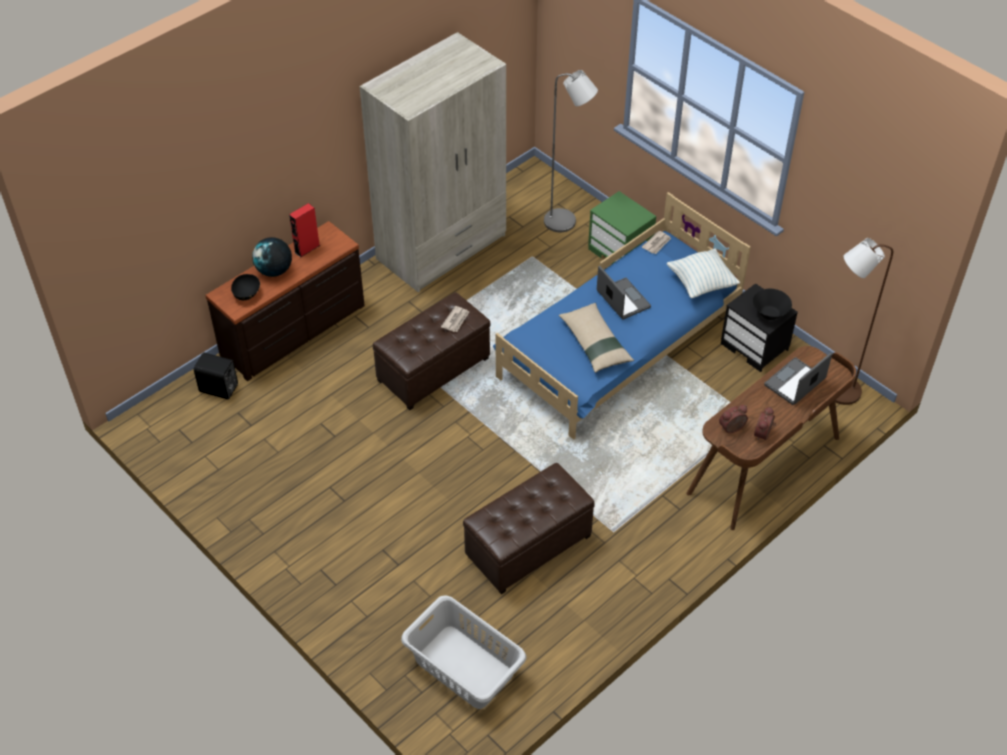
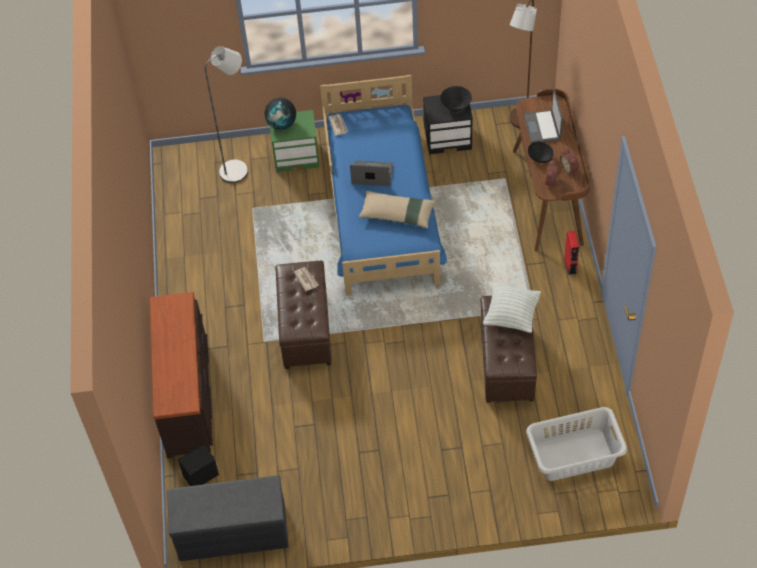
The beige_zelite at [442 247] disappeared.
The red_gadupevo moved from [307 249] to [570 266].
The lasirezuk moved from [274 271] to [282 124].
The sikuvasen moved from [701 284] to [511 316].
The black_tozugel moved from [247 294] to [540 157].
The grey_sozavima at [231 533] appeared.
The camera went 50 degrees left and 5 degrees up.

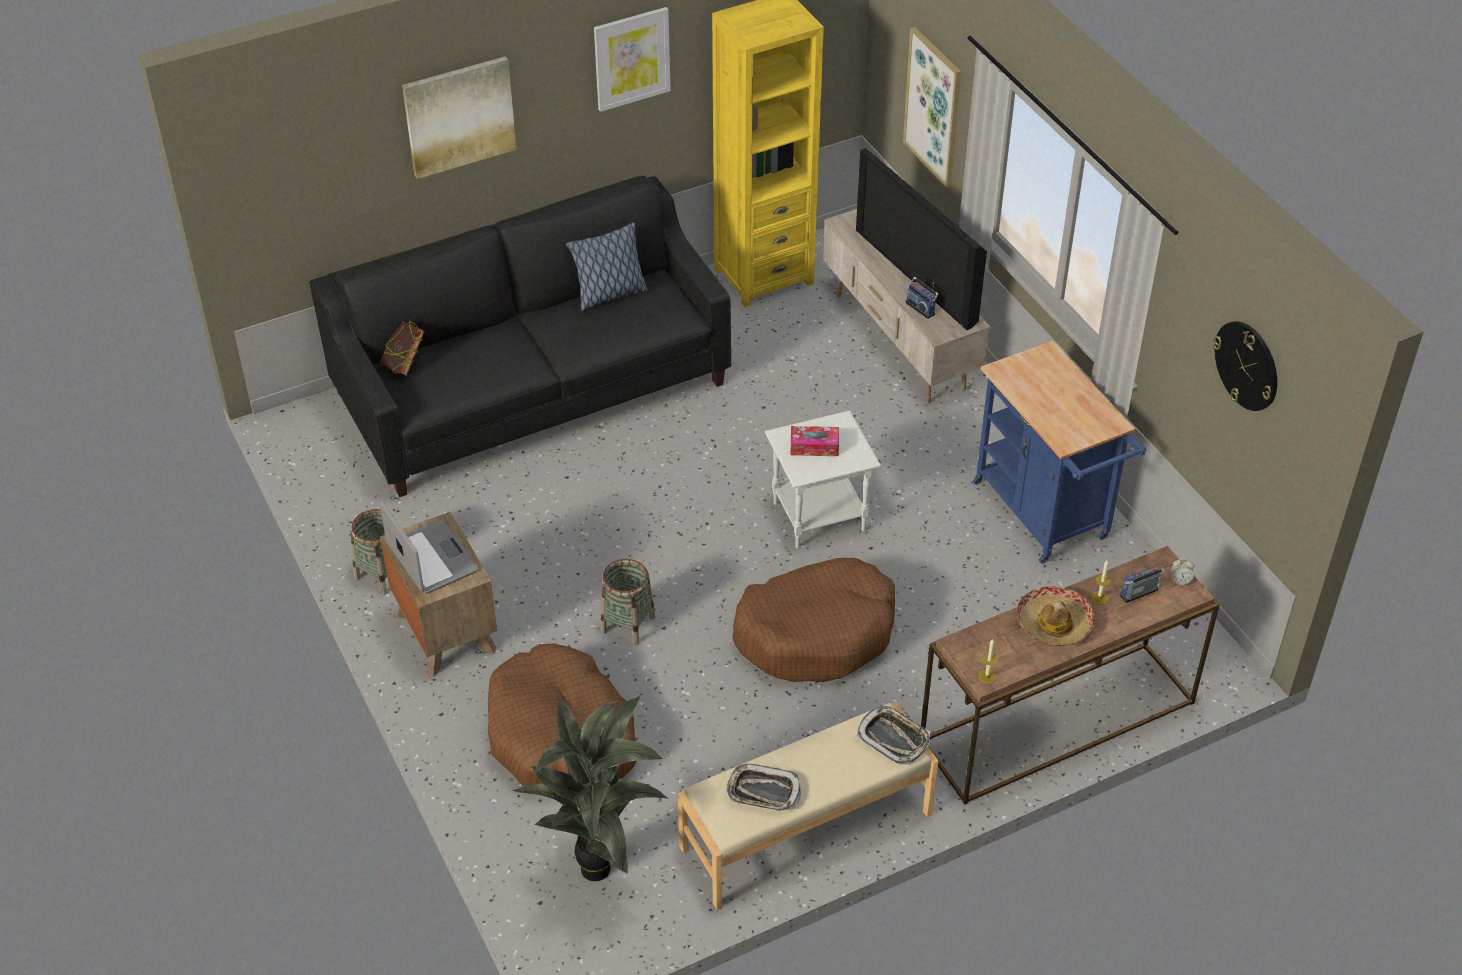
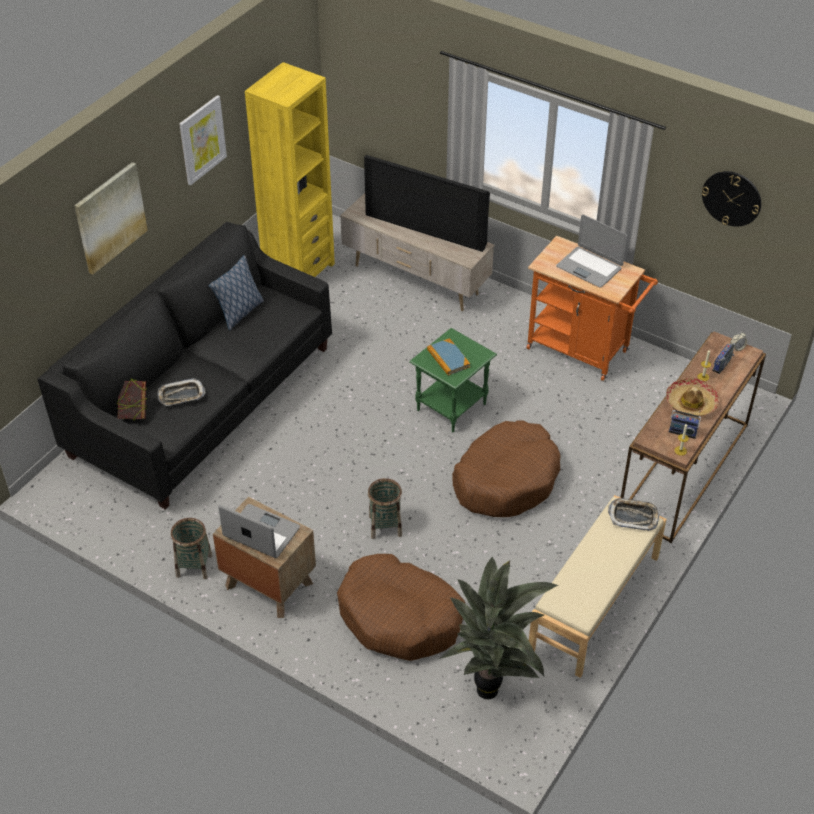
The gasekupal at [933 107] disappeared.
The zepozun moved from [921 307] to [683 431].
The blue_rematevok at [1046 516] became the orange_rematevok at [583 352].
The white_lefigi at [820 516] became the green_lefigi at [452 407].
The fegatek at [814 447] was replaced by the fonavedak at [448 358].
The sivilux moved from [763 792] to [181 395].
The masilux at [589 267] appeared.
The camera went 30 degrees left and 0 degrees up.

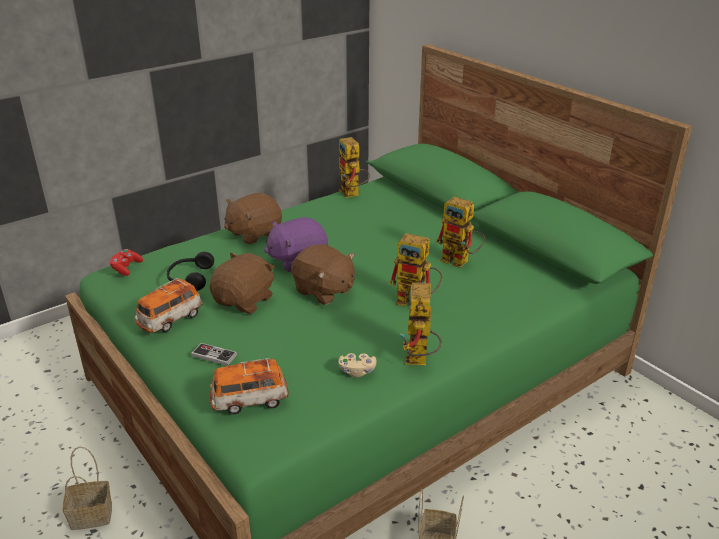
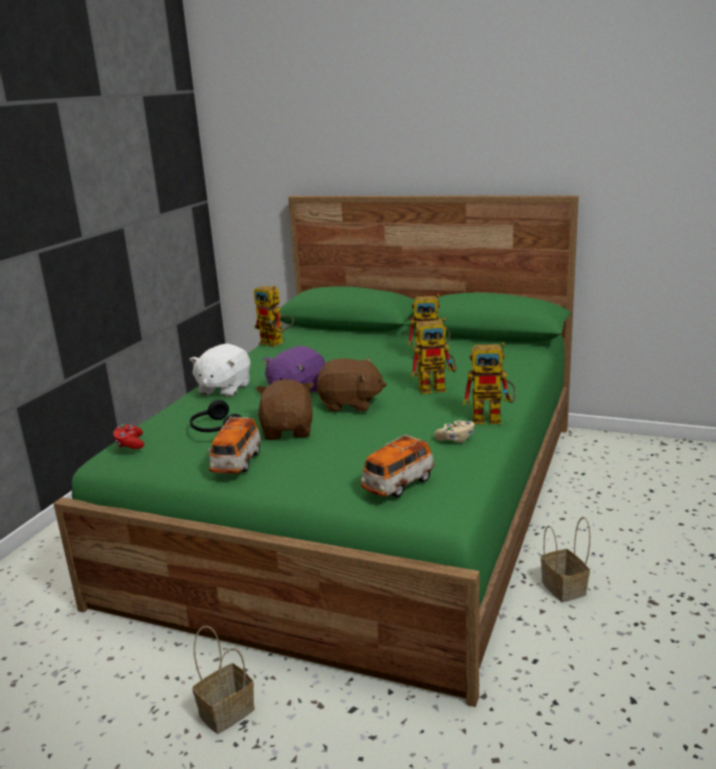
The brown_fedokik at [254 233] became the white_fedokik at [224 389].
The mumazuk at [419 361] turned 60 degrees counterclockwise.
The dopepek at [214 355] disappeared.
The camera went 30 degrees left and 10 degrees down.

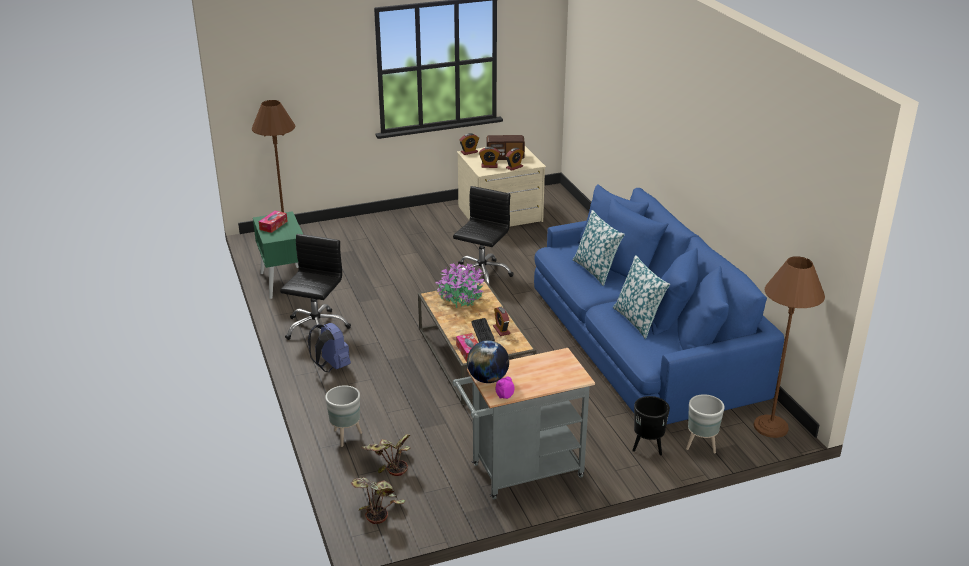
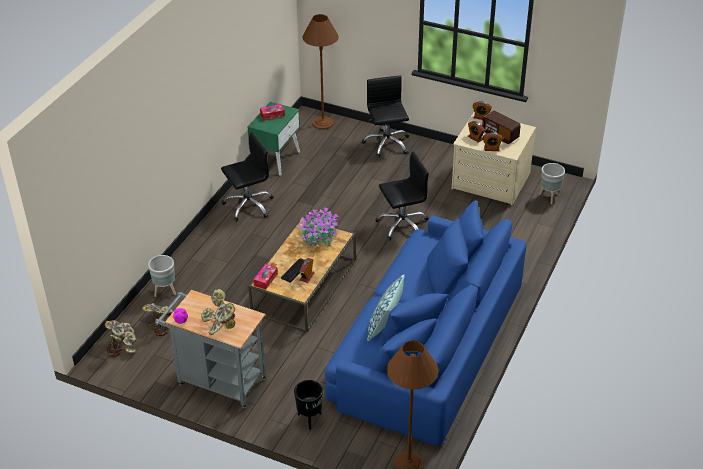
The sikuvasen at [596 270] disappeared.
The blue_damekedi at [331 366] disappeared.
The lasirezuk at [487 379] disappeared.
The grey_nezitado moved from [701 446] to [549 197].
The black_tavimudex at [386 144] appeared.
The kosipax at [219 325] appeared.
The camera went 45 degrees right and 10 degrees up.

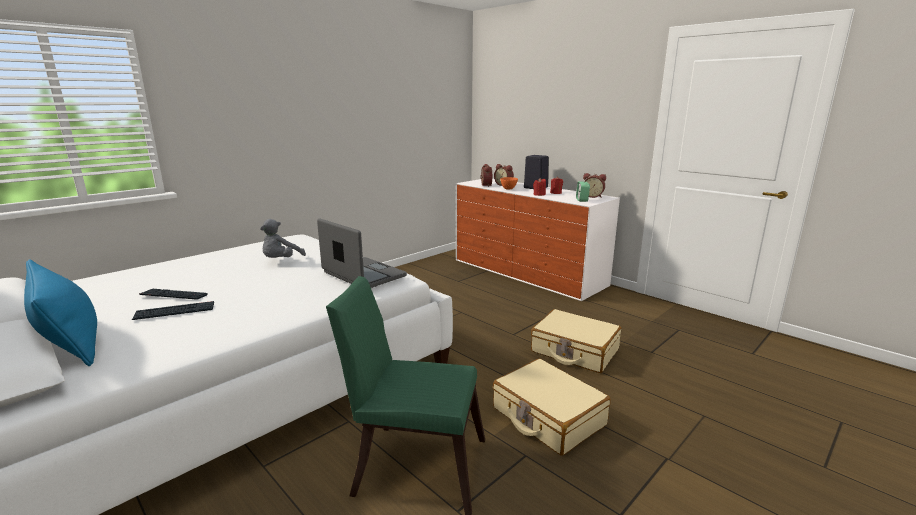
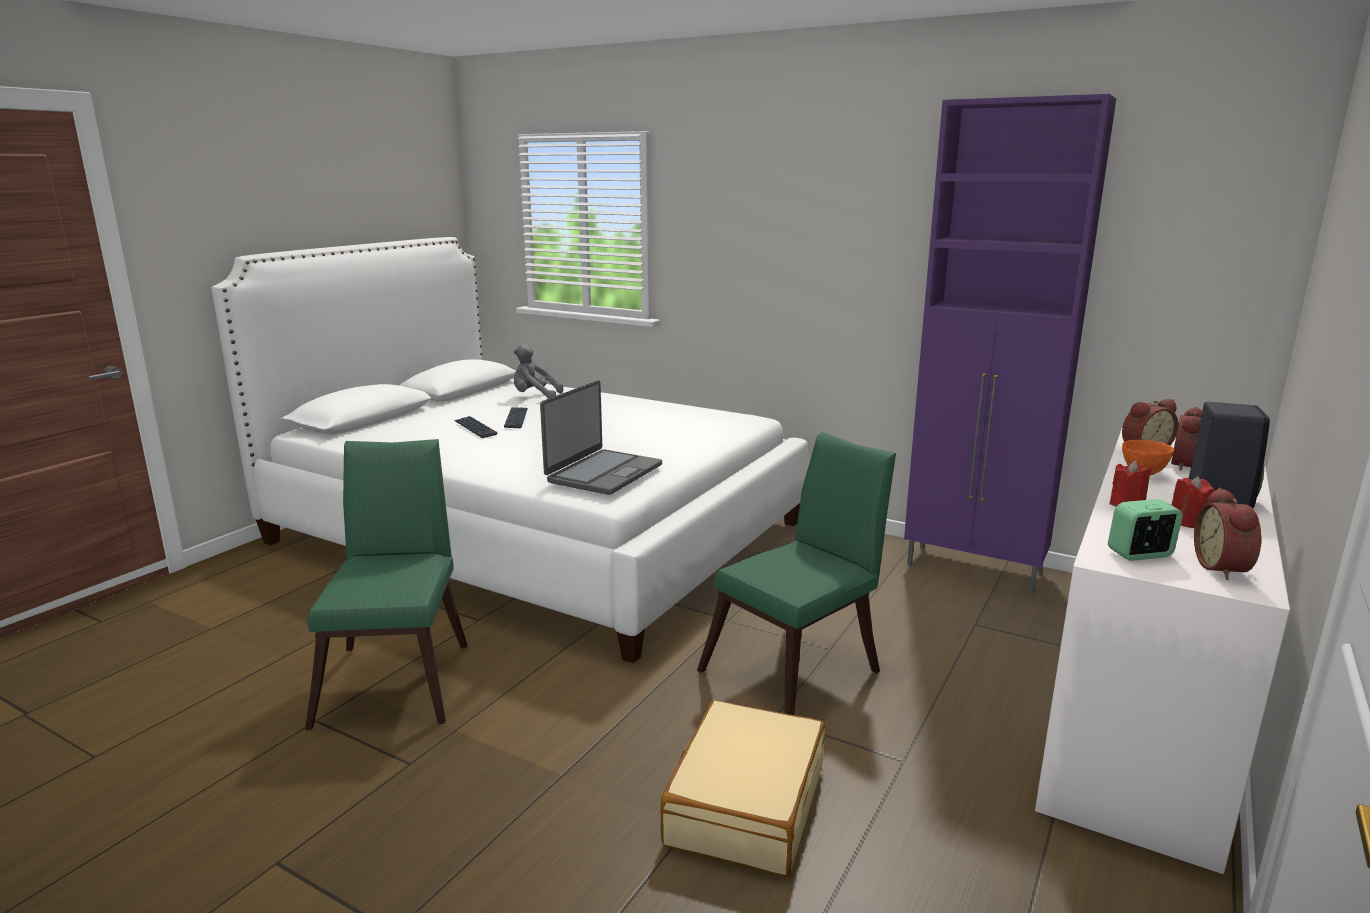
The grey_fedokik moved from [281 261] to [534 397].
The blue_sikuvasen at [70 341] disappeared.
The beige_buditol at [547 417] disappeared.
The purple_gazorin at [975 569] appeared.
The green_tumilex at [798 668] appeared.
The camera went 75 degrees right and 0 degrees up.

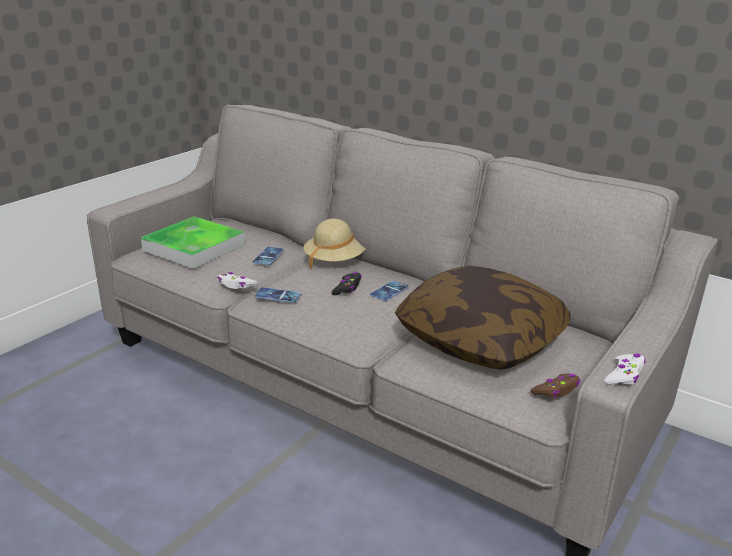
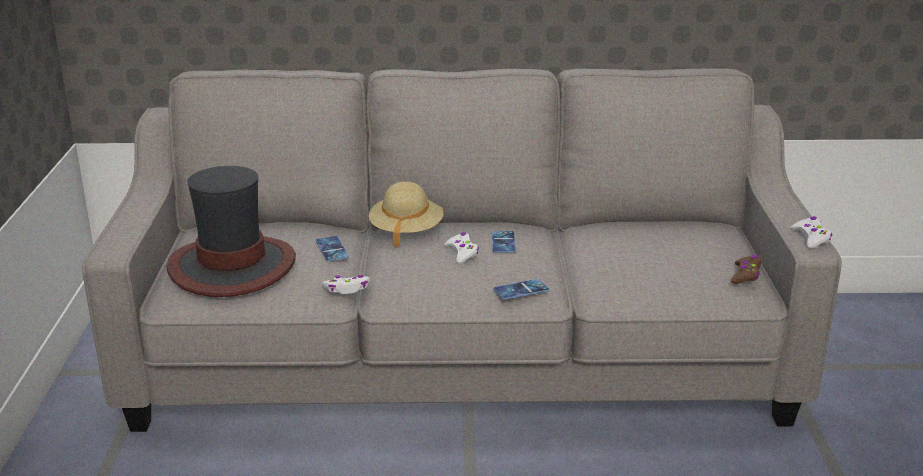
The sivilux at [194 247] was replaced by the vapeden at [232 267].
The sikuvasen at [480 340] disappeared.
The black_dopepek at [347 288] became the white_dopepek at [462 253].
The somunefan moved from [278 295] to [521 290].
The camera went 35 degrees left and 0 degrees up.

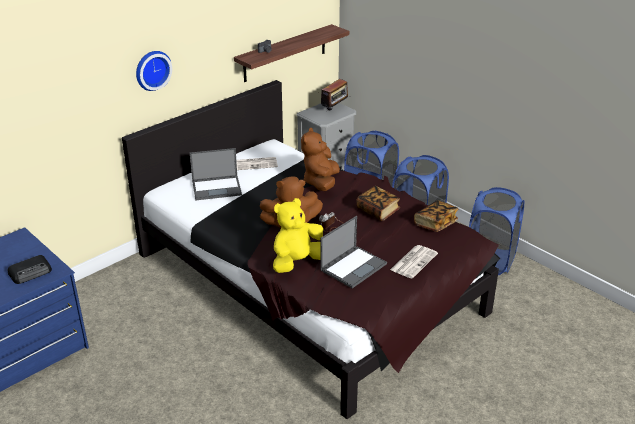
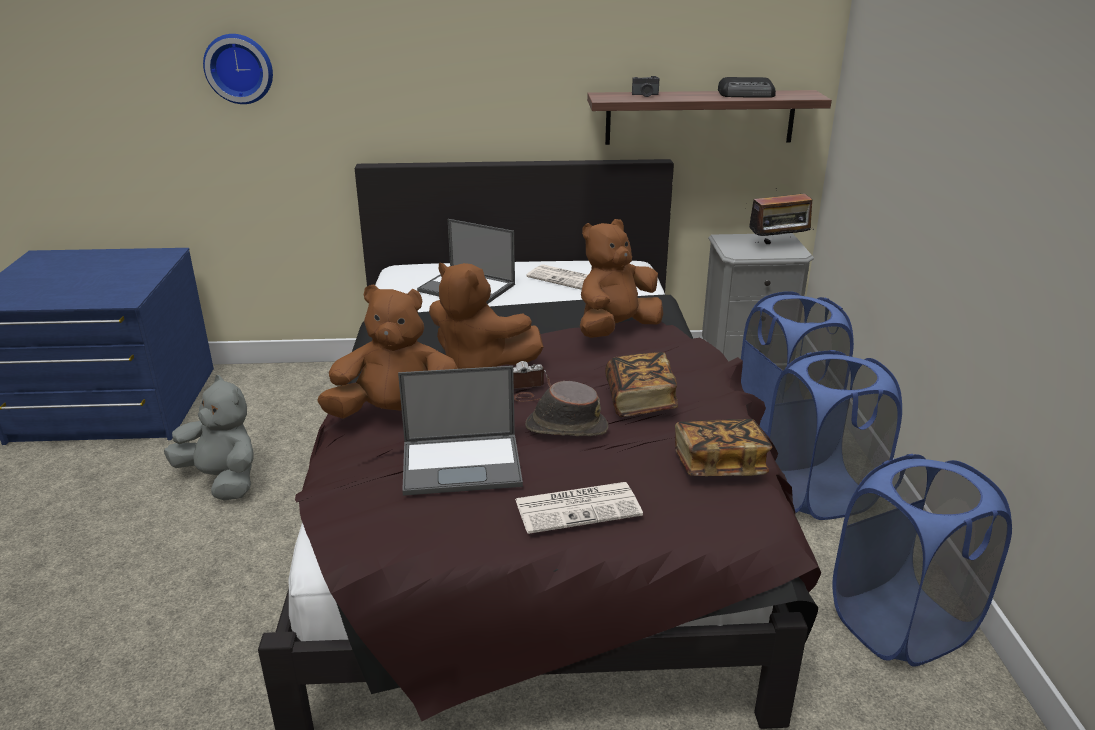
The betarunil moved from [152 69] to [239 68].
The yellow_fedokik at [297 262] became the brown_fedokik at [397 417].
The zepozun moved from [31 272] to [747 94].
The grey_fedokik at [223 480] appeared.
The brown_vapeden at [565 427] appeared.
The camera went 40 degrees right and 5 degrees down.

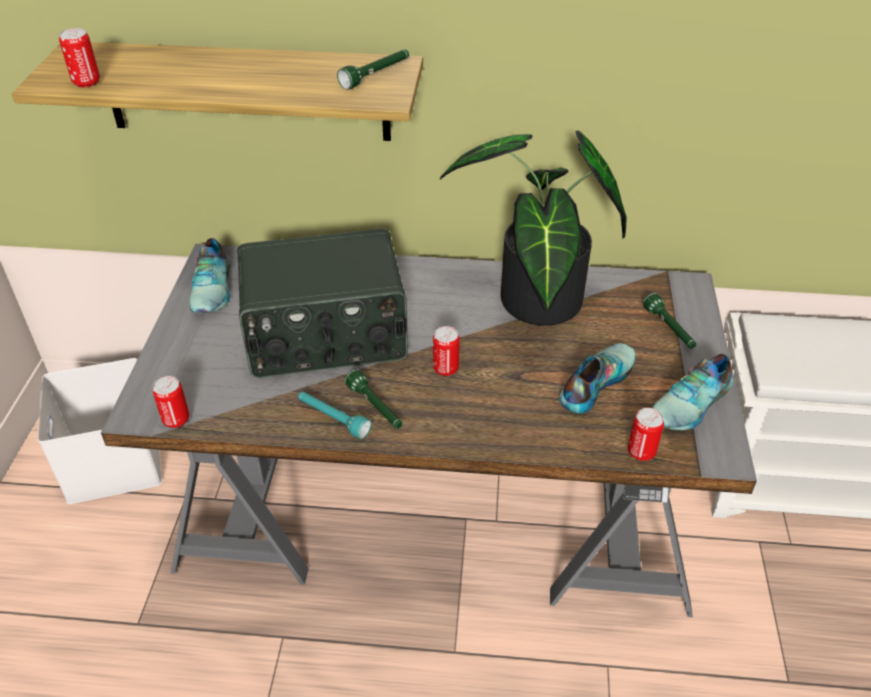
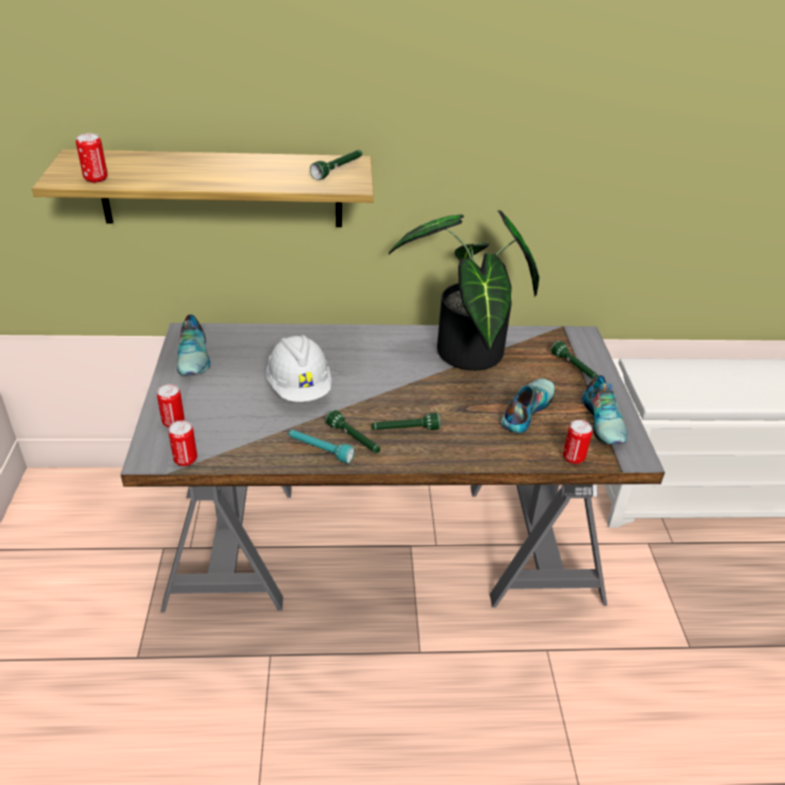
The zepozun at [326 336] was replaced by the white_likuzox at [299 388].
The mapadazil moved from [445 369] to [173 422].
The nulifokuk at [692 404] turned 45 degrees counterclockwise.
The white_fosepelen at [116 461] disappeared.
The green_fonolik at [405 430] appeared.
The camera went 10 degrees left and 5 degrees down.

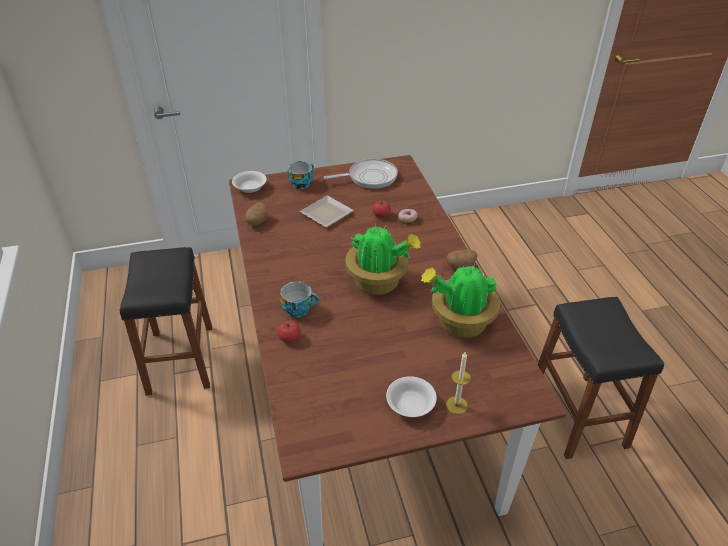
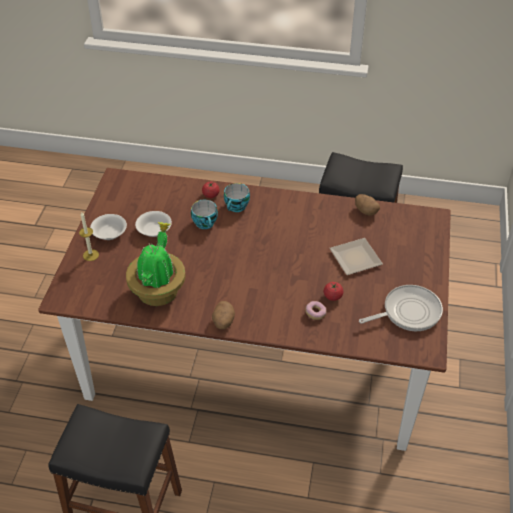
The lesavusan at [369 177] turned 120 degrees counterclockwise.
The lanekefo moved from [301 183] to [206 223].
The white_tozugel moved from [250 188] to [154 230].
The kosipax at [378 283] disappeared.
The camera went 115 degrees right and 5 degrees up.

